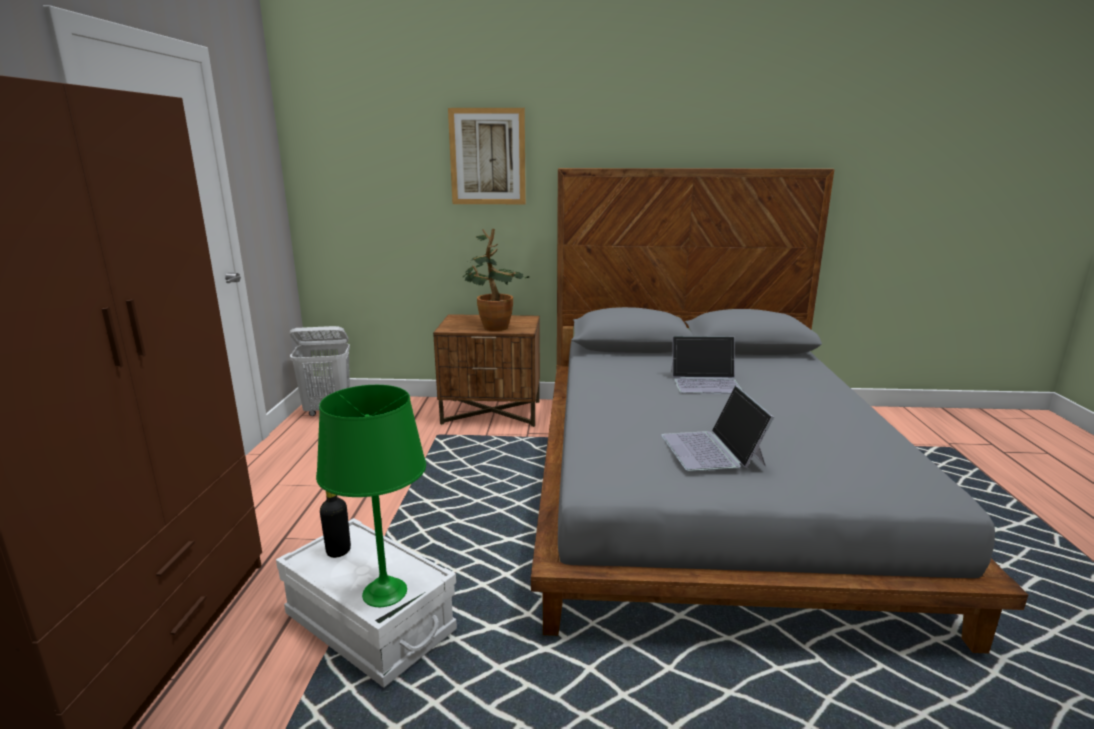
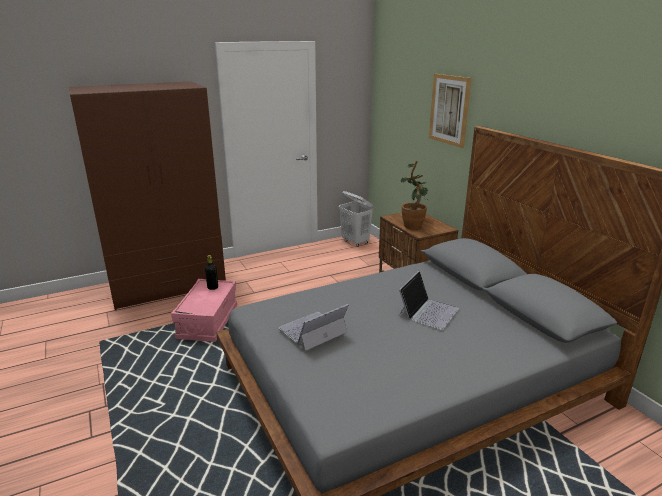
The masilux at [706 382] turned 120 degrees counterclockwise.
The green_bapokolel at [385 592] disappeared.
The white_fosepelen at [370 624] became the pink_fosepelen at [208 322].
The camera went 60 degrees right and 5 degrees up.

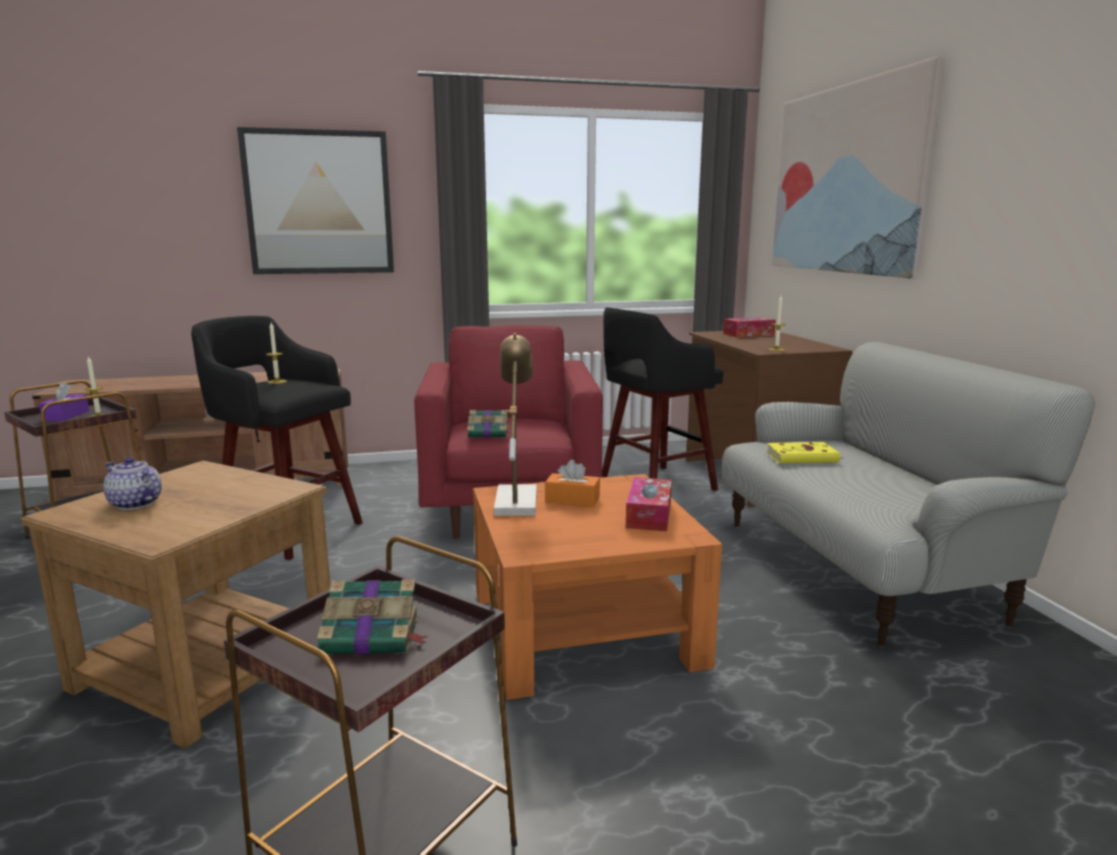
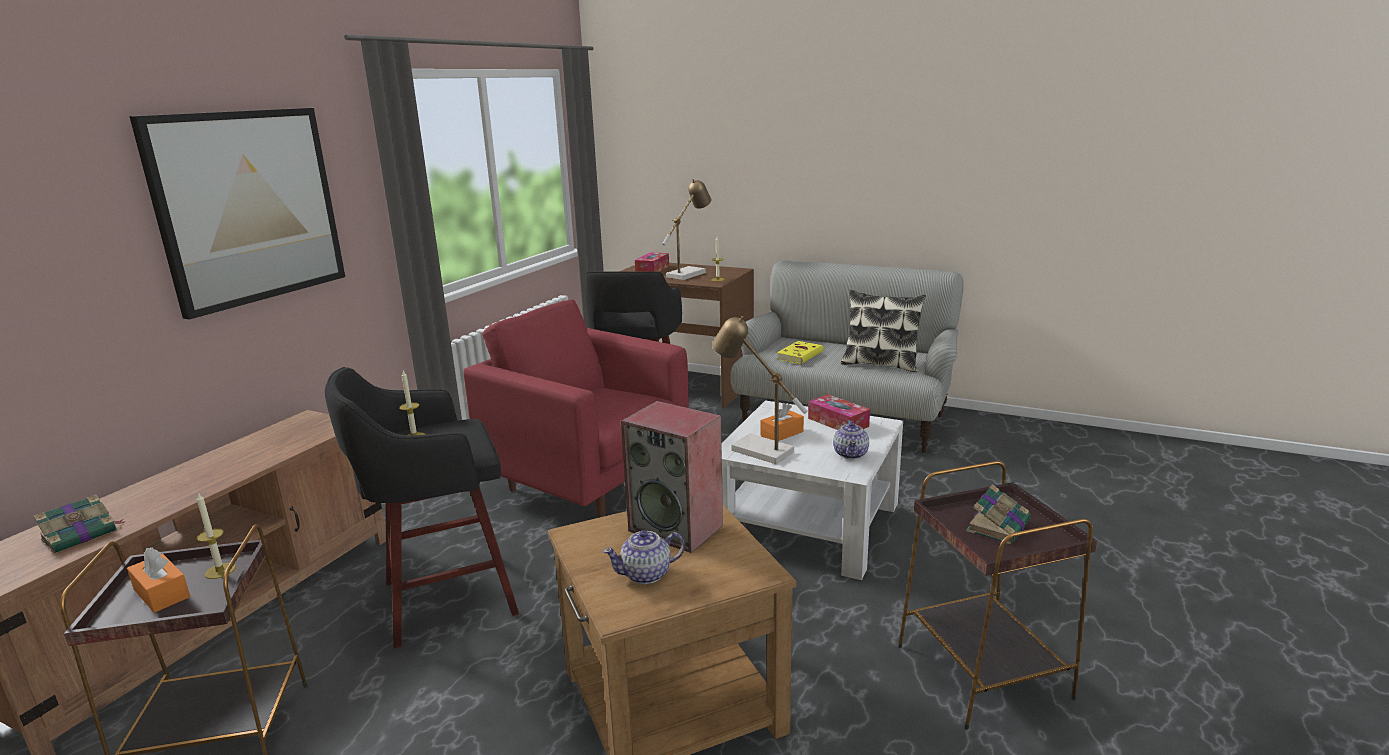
The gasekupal at [846 180] disappeared.
The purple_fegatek at [66 416] became the orange_fegatek at [162 593].
The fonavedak moved from [489 433] to [82 535].
The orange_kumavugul at [584 628] became the white_kumavugul at [807 523].
The bapokolel at [689 273] appeared.
The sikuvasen at [880 364] appeared.
The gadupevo at [677 528] appeared.
The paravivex at [851 454] appeared.
The camera went 50 degrees left and 5 degrees up.

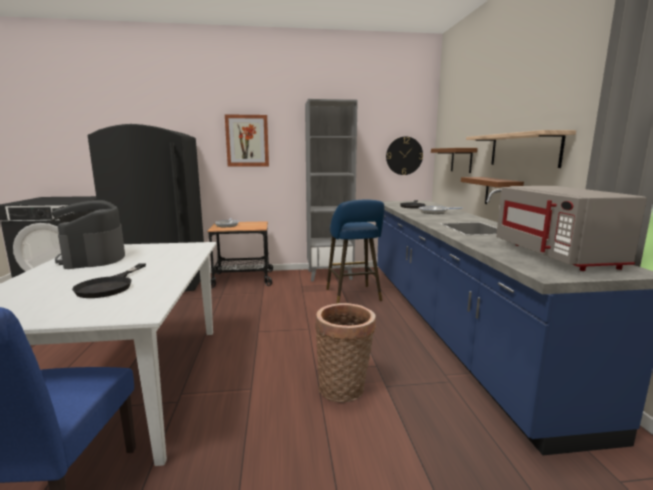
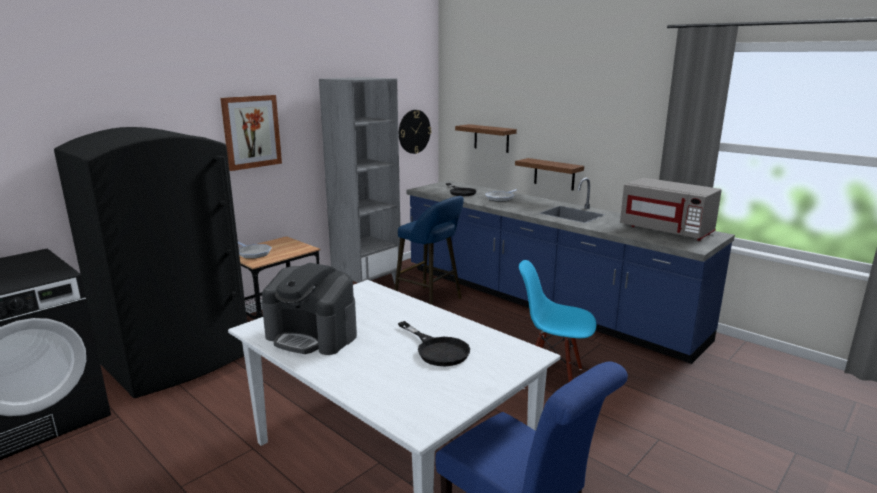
The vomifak at [523 150] disappeared.
The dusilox at [344 388] was replaced by the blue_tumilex at [552 377].
The camera went 40 degrees left and 5 degrees up.

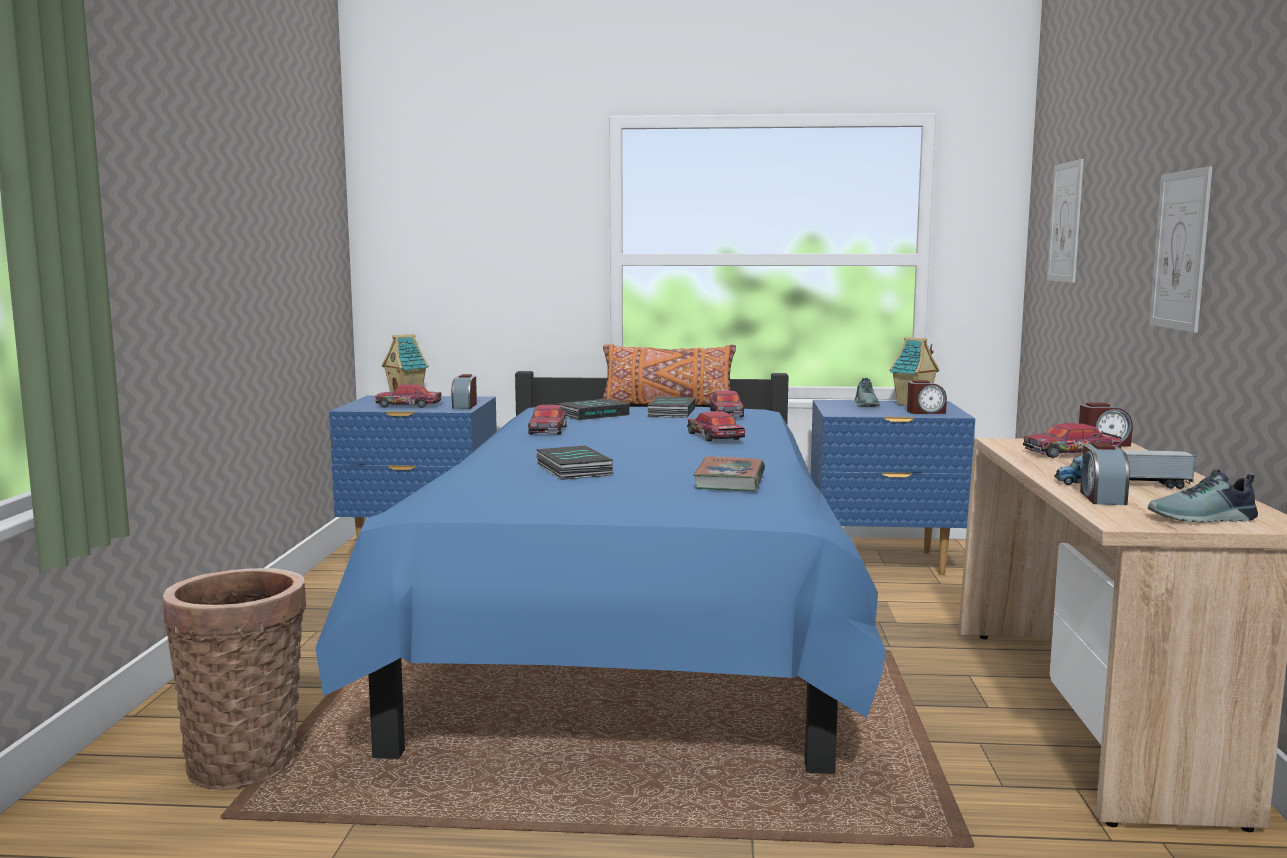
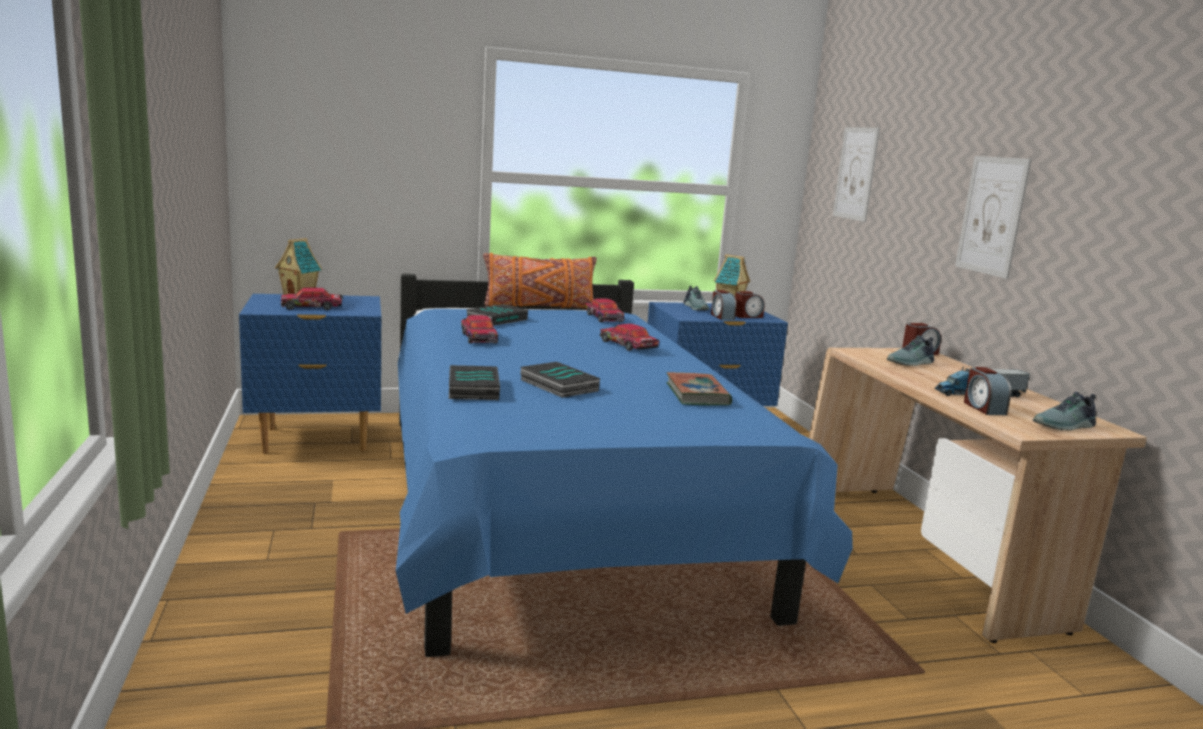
The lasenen moved from [464 406] to [721 316].
The fonavedak moved from [670 412] to [472 388].
The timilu at [1071 453] was replaced by the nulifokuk at [911 363].
The dusilox at [246 760] disappeared.
The camera went 20 degrees left and 5 degrees up.

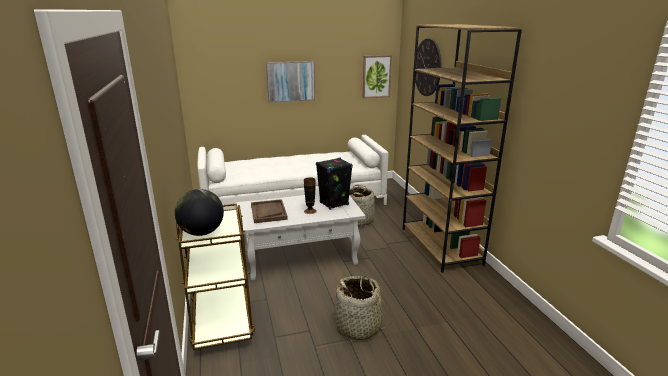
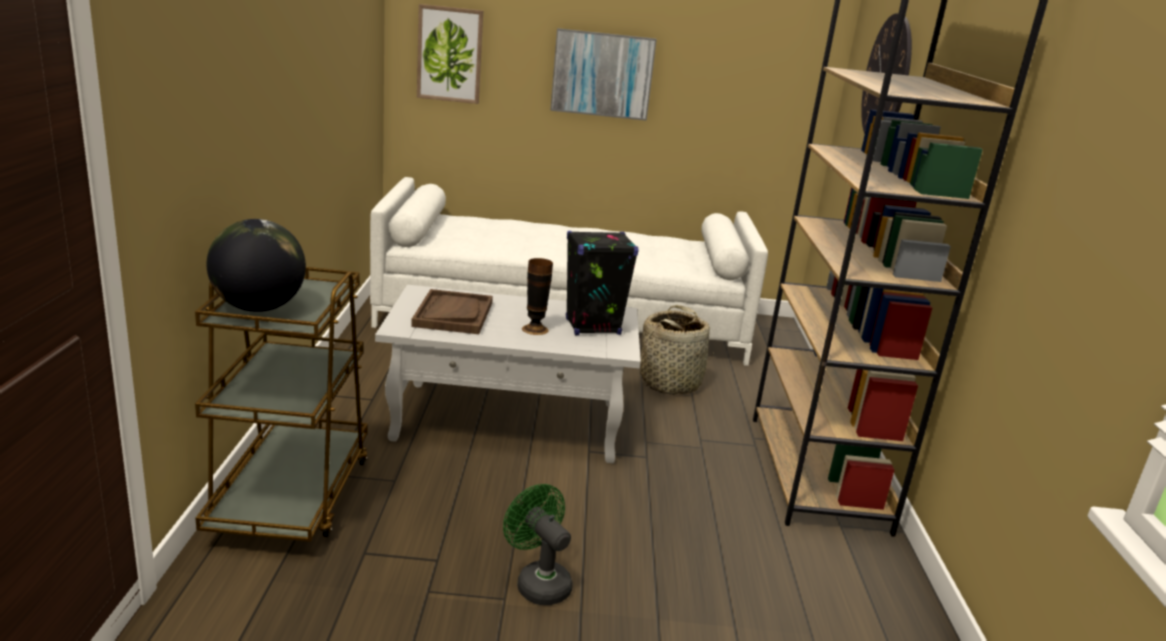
The gasekupal moved from [376 76] to [450 54].
The dusilox at [358 327] was replaced by the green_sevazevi at [538 582].
The camera went 15 degrees right and 0 degrees up.

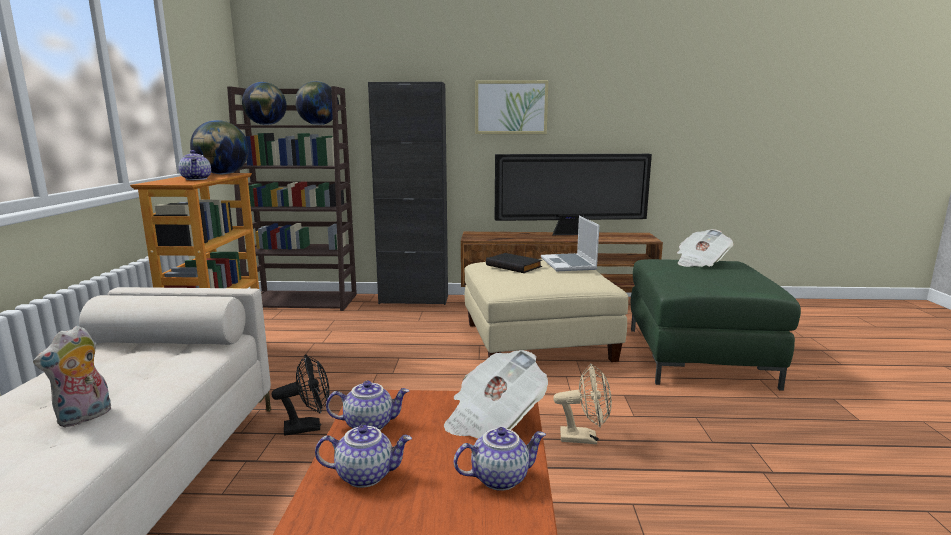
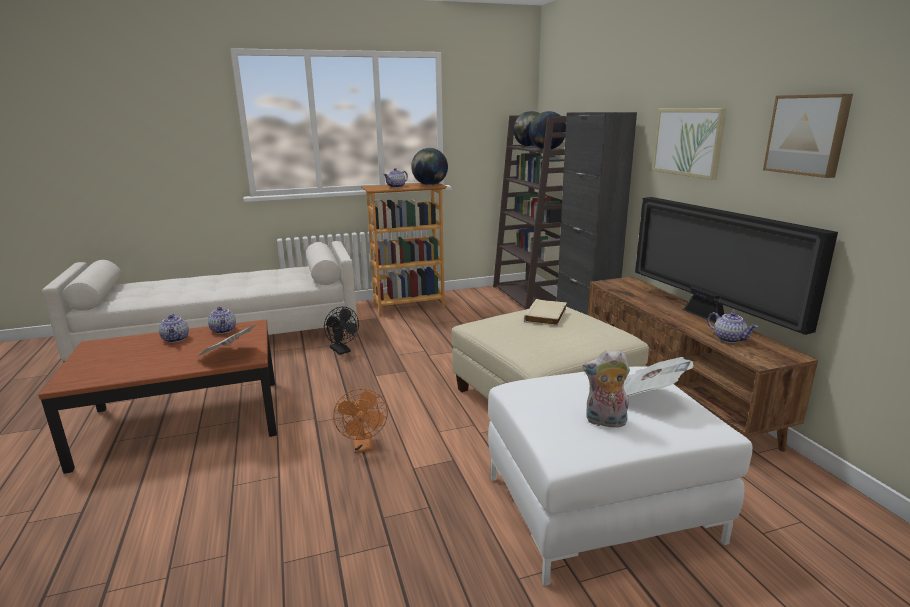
The masilux at [569 264] disappeared.
The black_fonavedak at [514 266] became the beige_fonavedak at [547 316].
The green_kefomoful at [697 356] became the white_kefomoful at [599 508].
The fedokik moved from [85 418] to [605 422].
The beige_sevazevi at [584 438] became the orange_sevazevi at [363 446].
The paravivex moved from [500 477] to [729 339].
The gasekupal at [807 134] appeared.
The camera went 70 degrees right and 5 degrees up.

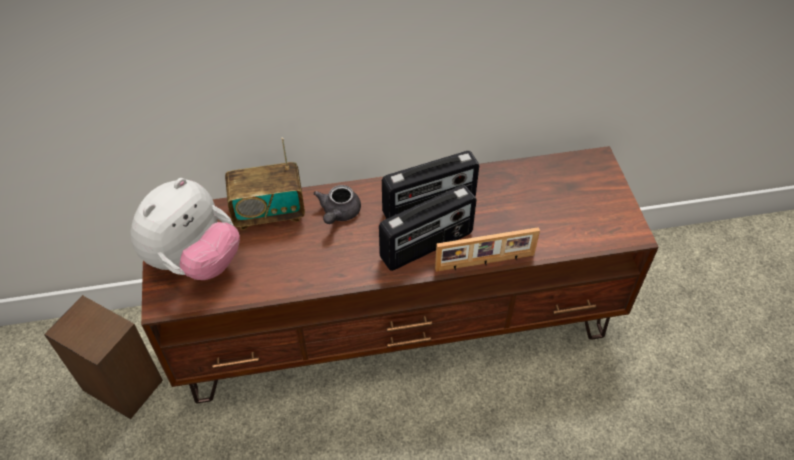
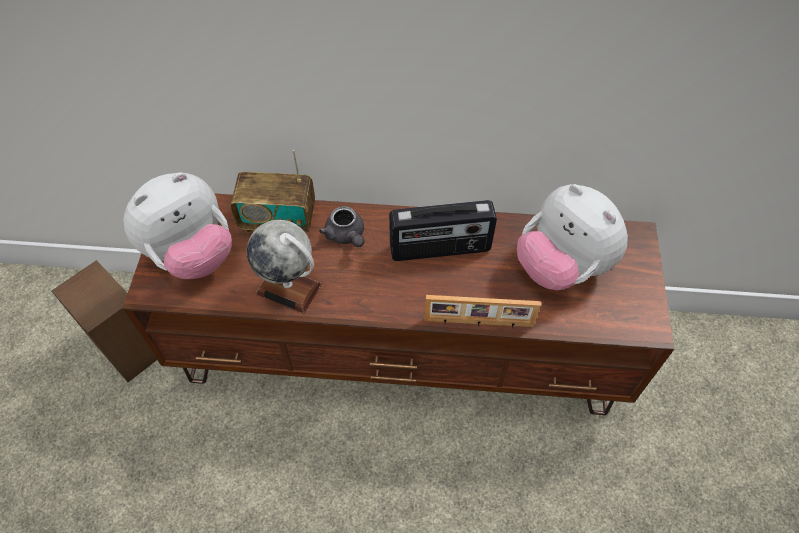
The grey_paravivex at [338 213] turned 60 degrees counterclockwise.
The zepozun at [427 246] disappeared.
The fedokik at [561 266] appeared.
The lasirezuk at [289 288] appeared.
The camera went 15 degrees right and 5 degrees up.

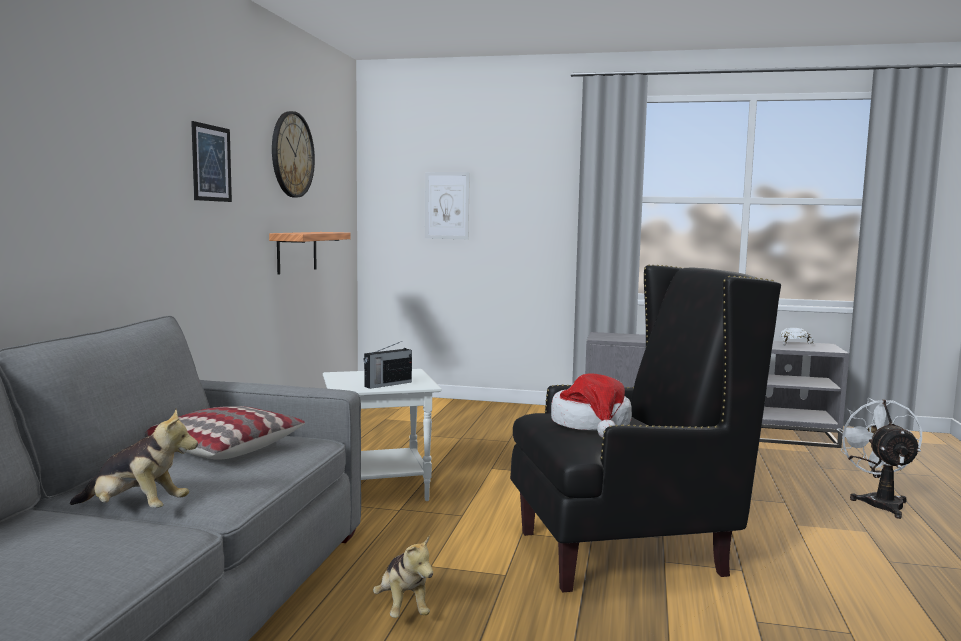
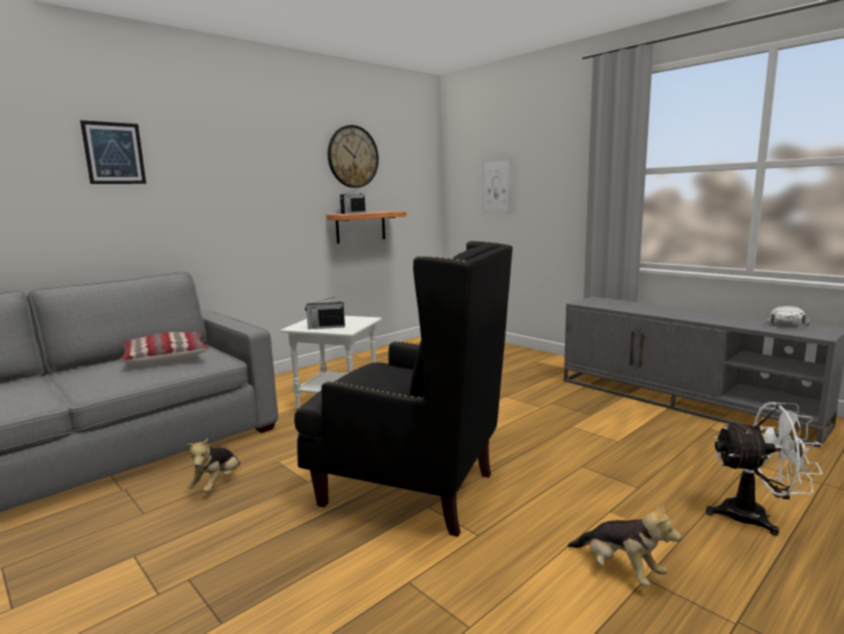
The gasekupal moved from [211 163] to [114 153].
The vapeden at [592 424] disappeared.
The white_sevazevi at [879 502] turned 60 degrees clockwise.
The fedokik moved from [135 510] to [620 570].
The zepozun at [352 213] appeared.
The camera went 35 degrees right and 5 degrees up.

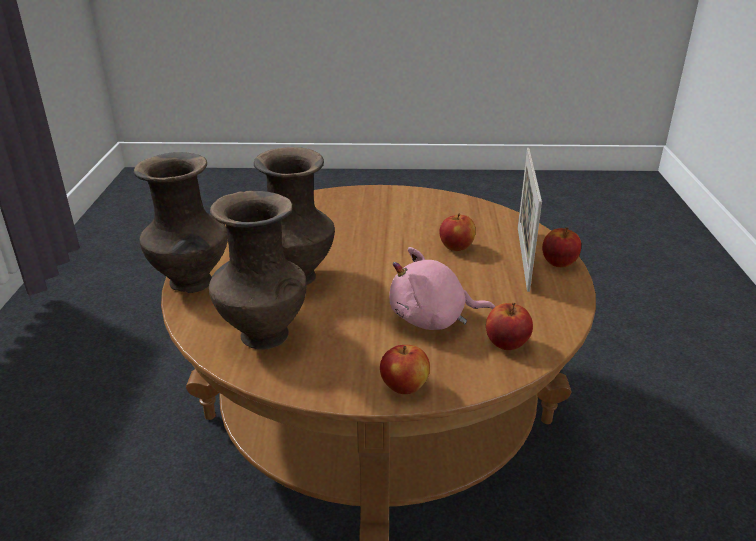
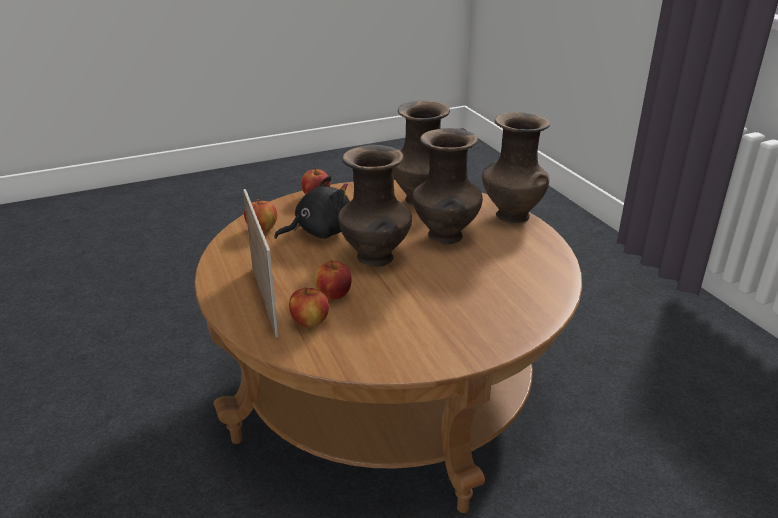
The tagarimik moved from [559 263] to [310 322].
The pink_fedokik at [433 319] became the black_fedokik at [320 232].
The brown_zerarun at [376 258] appeared.
The camera went 155 degrees right and 0 degrees up.

